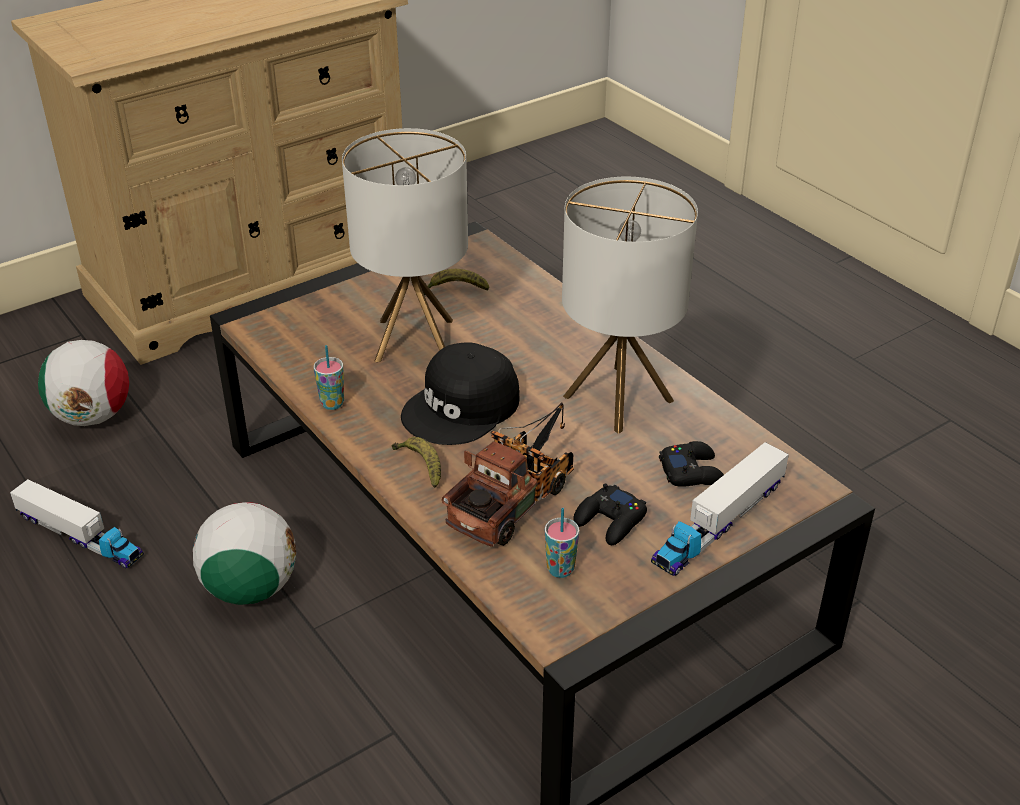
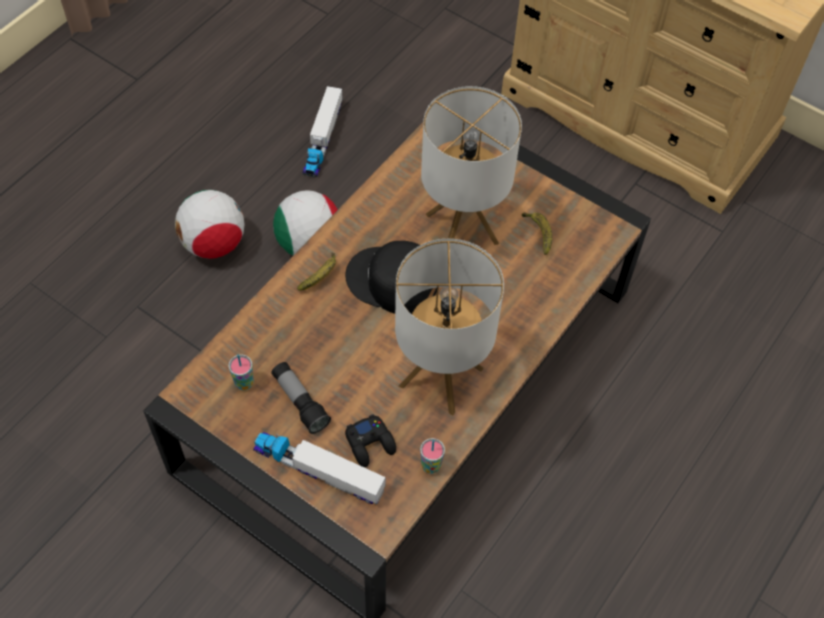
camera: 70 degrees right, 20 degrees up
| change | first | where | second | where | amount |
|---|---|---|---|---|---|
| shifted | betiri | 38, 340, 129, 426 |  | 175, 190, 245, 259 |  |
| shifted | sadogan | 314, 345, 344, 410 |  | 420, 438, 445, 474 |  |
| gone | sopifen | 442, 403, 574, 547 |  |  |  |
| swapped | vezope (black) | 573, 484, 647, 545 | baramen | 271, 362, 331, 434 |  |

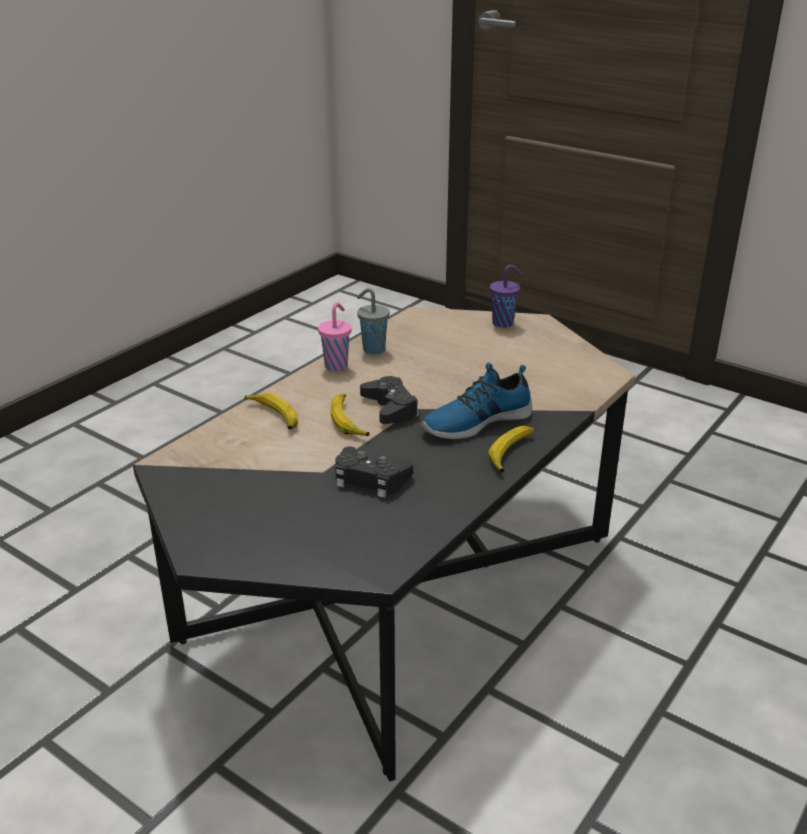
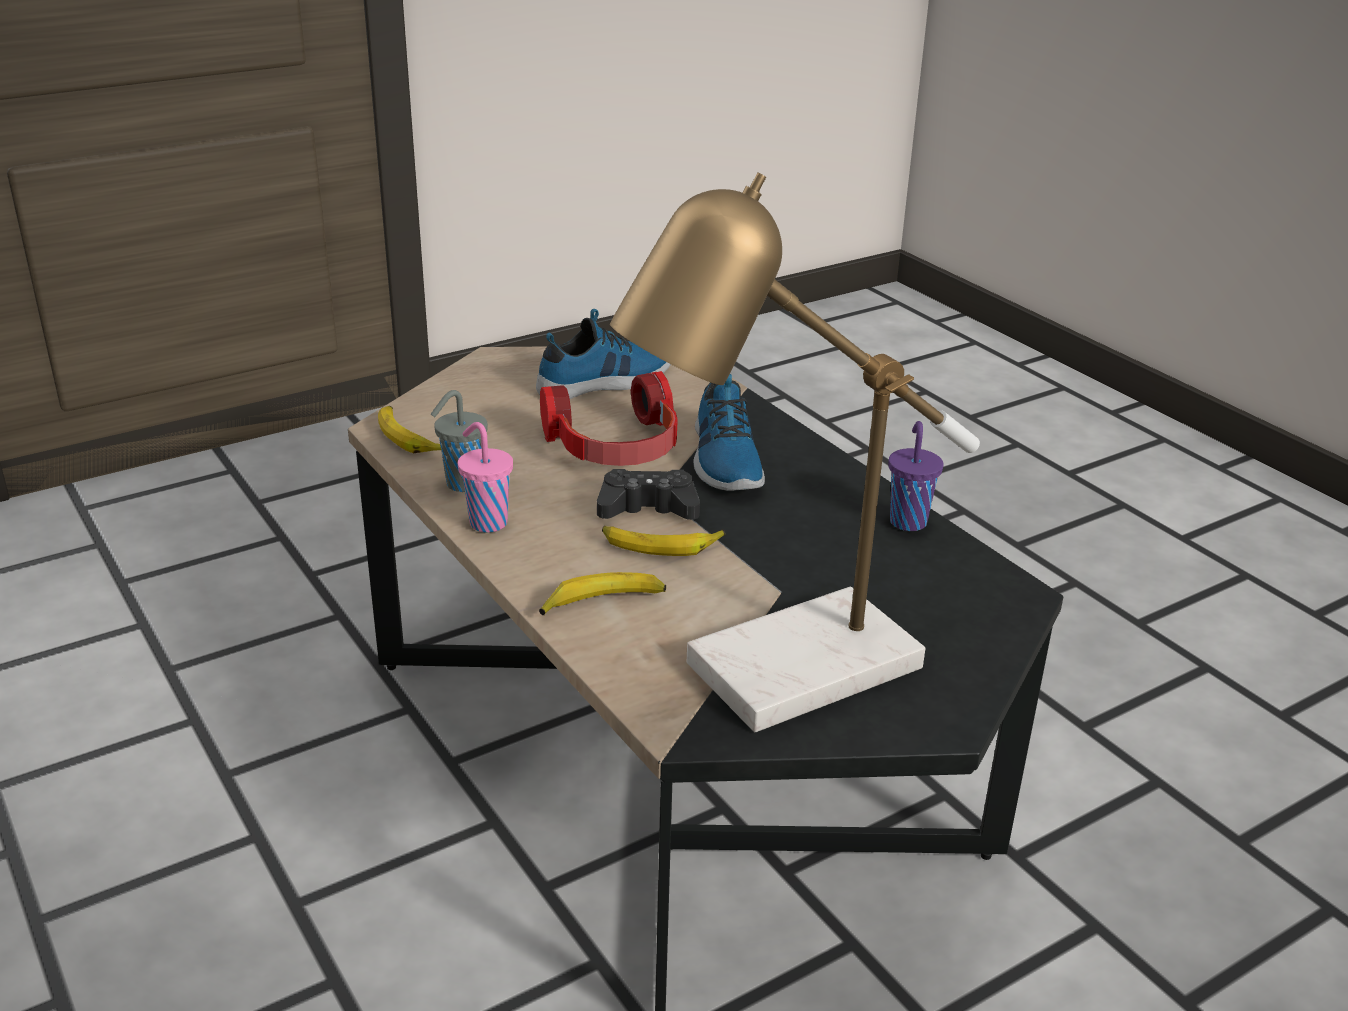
camera: 70 degrees left, 0 degrees up
| change | first | where | second | where | amount |
|---|---|---|---|---|---|
| gone | vezope (black) | 335, 447, 413, 498 |  |  |  |
| shifted | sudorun | 488, 425, 535, 473 |  | 378, 406, 441, 453 |  |
| shifted | sadogan (purple) | 490, 265, 523, 328 |  | 888, 421, 944, 531 |  |
| new |  |  | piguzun | 536, 309, 671, 399 |  |
| new |  |  | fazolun | 540, 371, 678, 466 |  |
| new |  |  | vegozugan | 610, 173, 980, 732 |  |

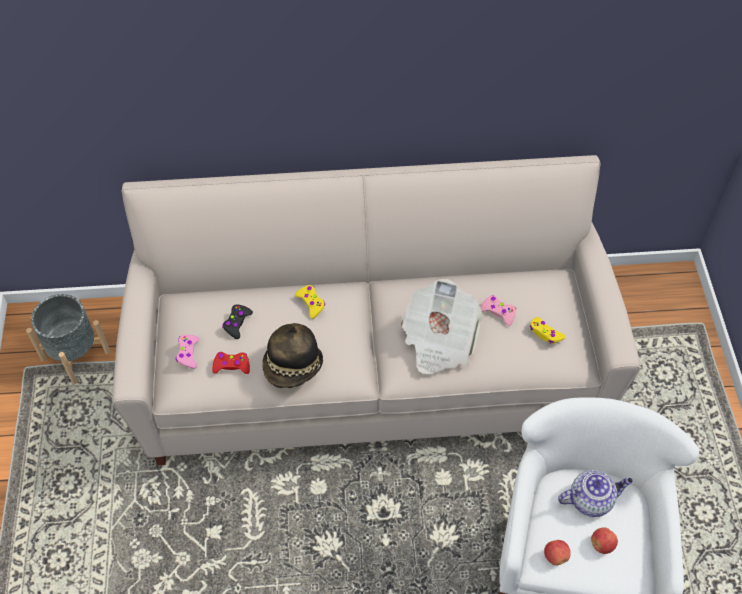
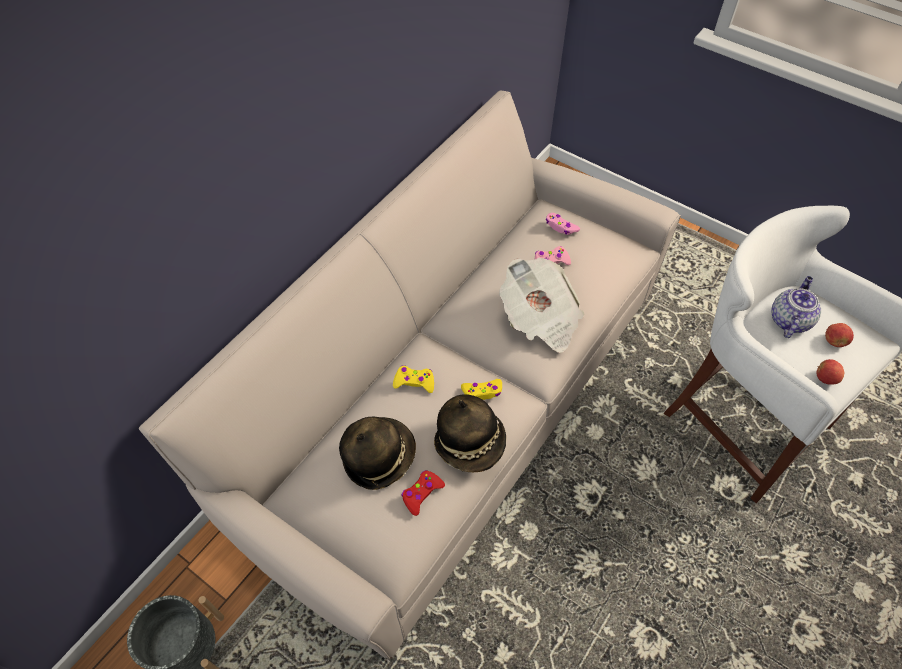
camera: 50 degrees left, 0 degrees up
| change | first | where | second | where | amount |
|---|---|---|---|---|---|
| shifted | vezope (pink) | 176, 335, 200, 369 |  | 546, 213, 580, 235 |  |
| swapped | vezope (black) | 222, 304, 253, 339 | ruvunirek | 339, 417, 416, 490 |  |
| shifted | vezope (yellow) | 530, 317, 566, 344 |  | 461, 379, 502, 400 |  |

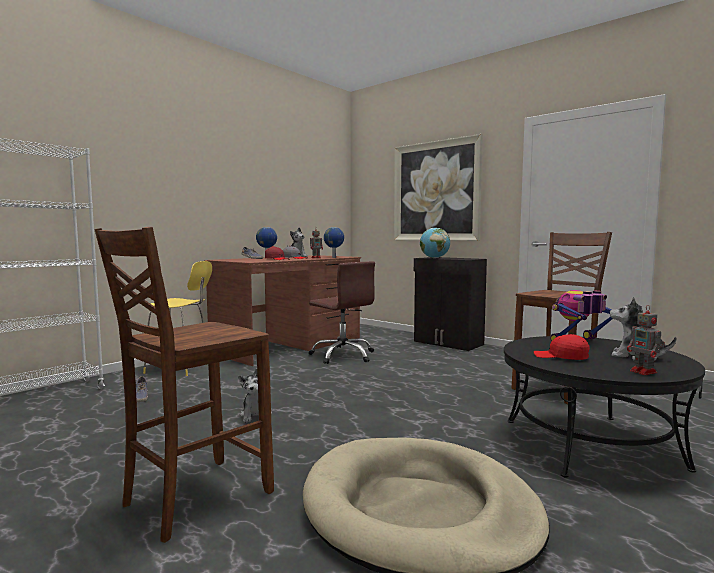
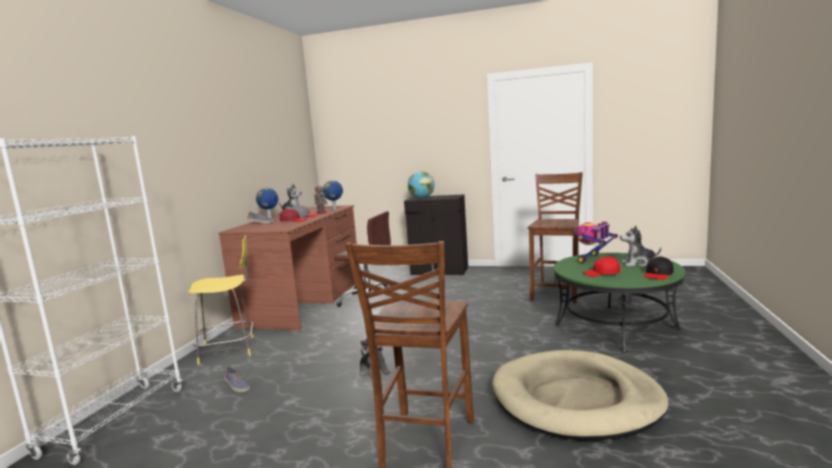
camera: 25 degrees left, 5 degrees up
| change | first | where | second | where | amount |
|---|---|---|---|---|---|
| gone | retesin | 394, 134, 483, 241 |  |  |  |
| repainted | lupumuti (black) | 504, 336, 705, 478 | lupumuti (green) | 554, 253, 685, 353 |  |
| swapped | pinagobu | 627, 305, 665, 375 | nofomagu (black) | 644, 256, 673, 280 |  |

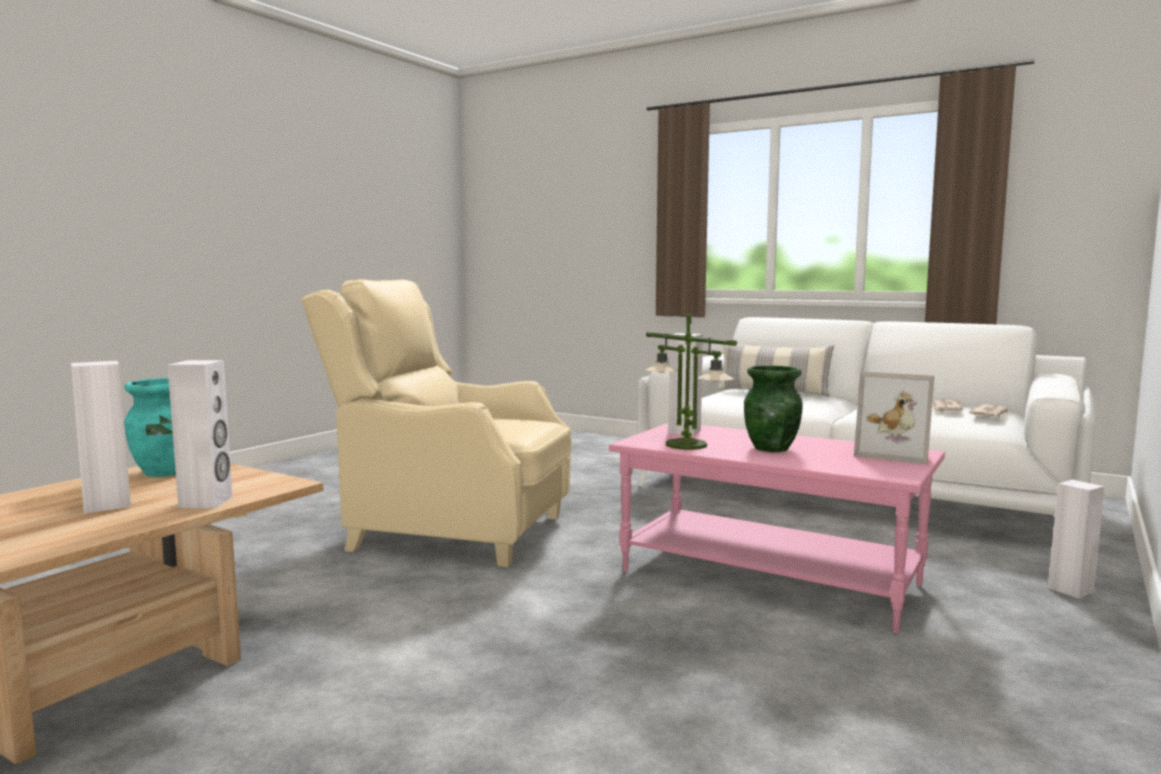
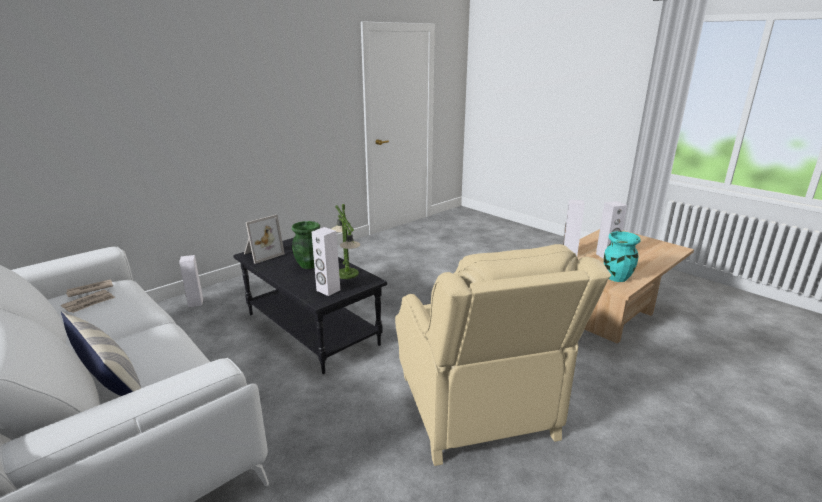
camera: 165 degrees left, 15 degrees up
| change | first | where | second | where | amount |
|---|---|---|---|---|---|
| rotated | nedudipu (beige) | 300, 279, 572, 567 |  | 395, 244, 611, 466 | 45 degrees clockwise |
| repainted | lupumuti (pink) | 609, 423, 945, 634 | lupumuti (black) | 233, 238, 387, 374 |  |
| rotated | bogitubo | 854, 371, 934, 465 |  | 244, 214, 285, 264 | 90 degrees clockwise |

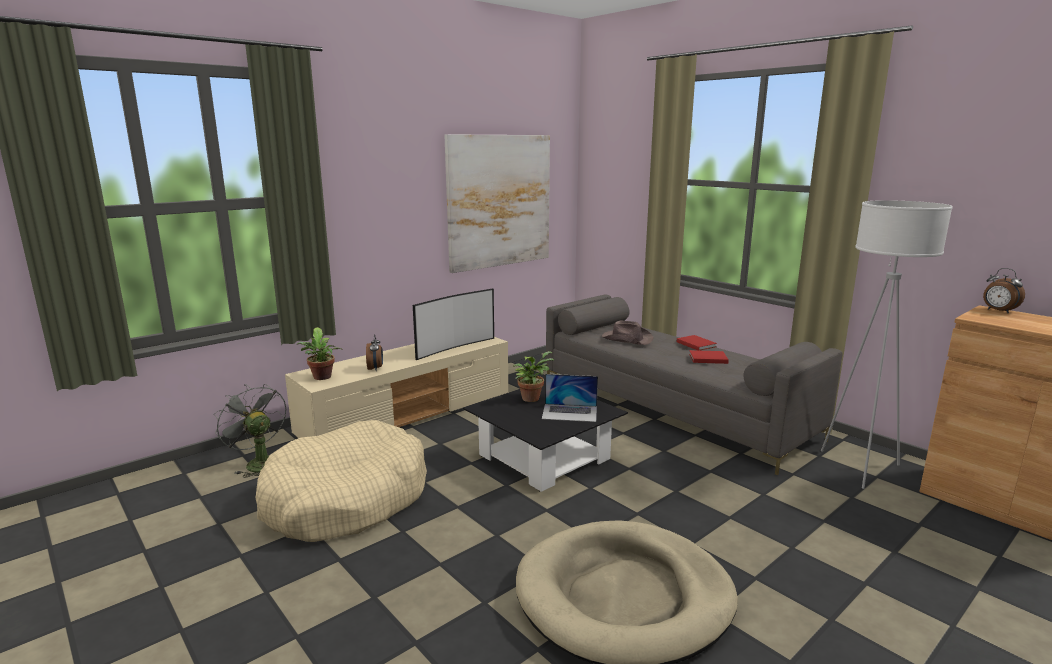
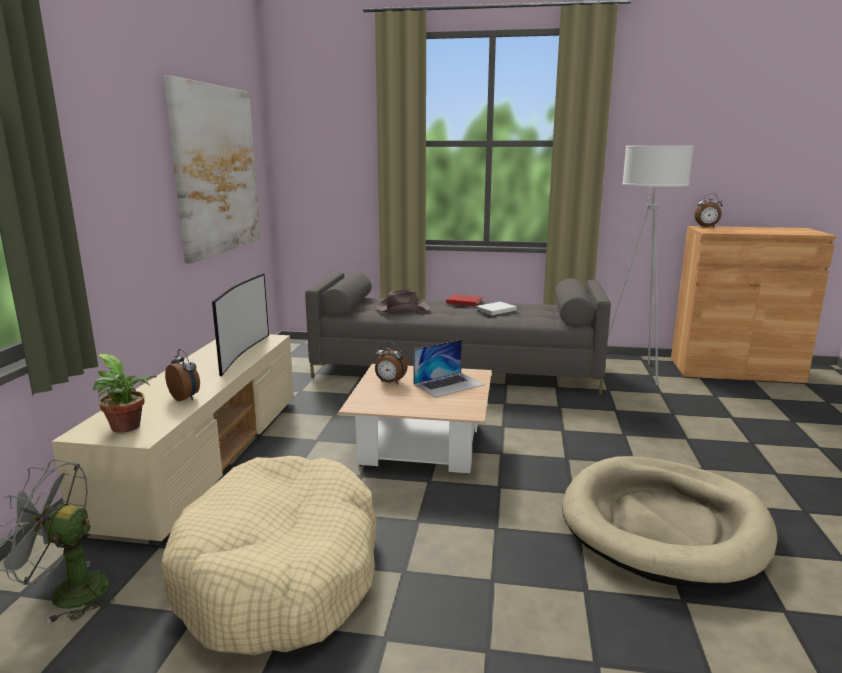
camera: 40 degrees left, 0 degrees up
| change | first | where | second | where | amount |
|---|---|---|---|---|---|
| repainted | lupumuti (black) | 463, 381, 628, 492 | lupumuti (beige) | 339, 364, 492, 474 |  |
| swapped | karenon | 513, 351, 554, 402 | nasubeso | 375, 342, 407, 384 |  |
| repainted | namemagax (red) | 689, 350, 729, 364 | namemagax (white) | 476, 302, 517, 315 |  |

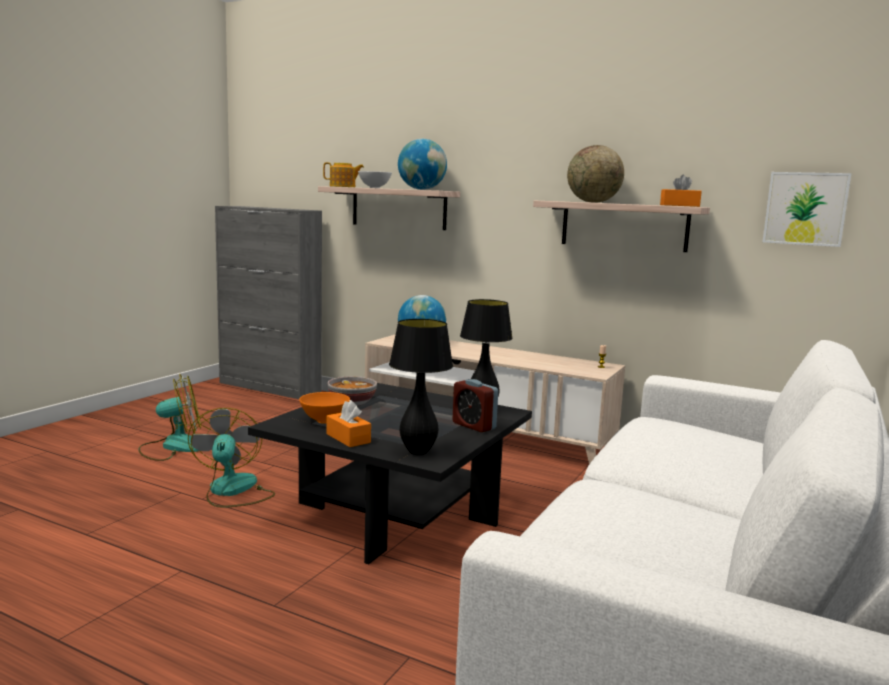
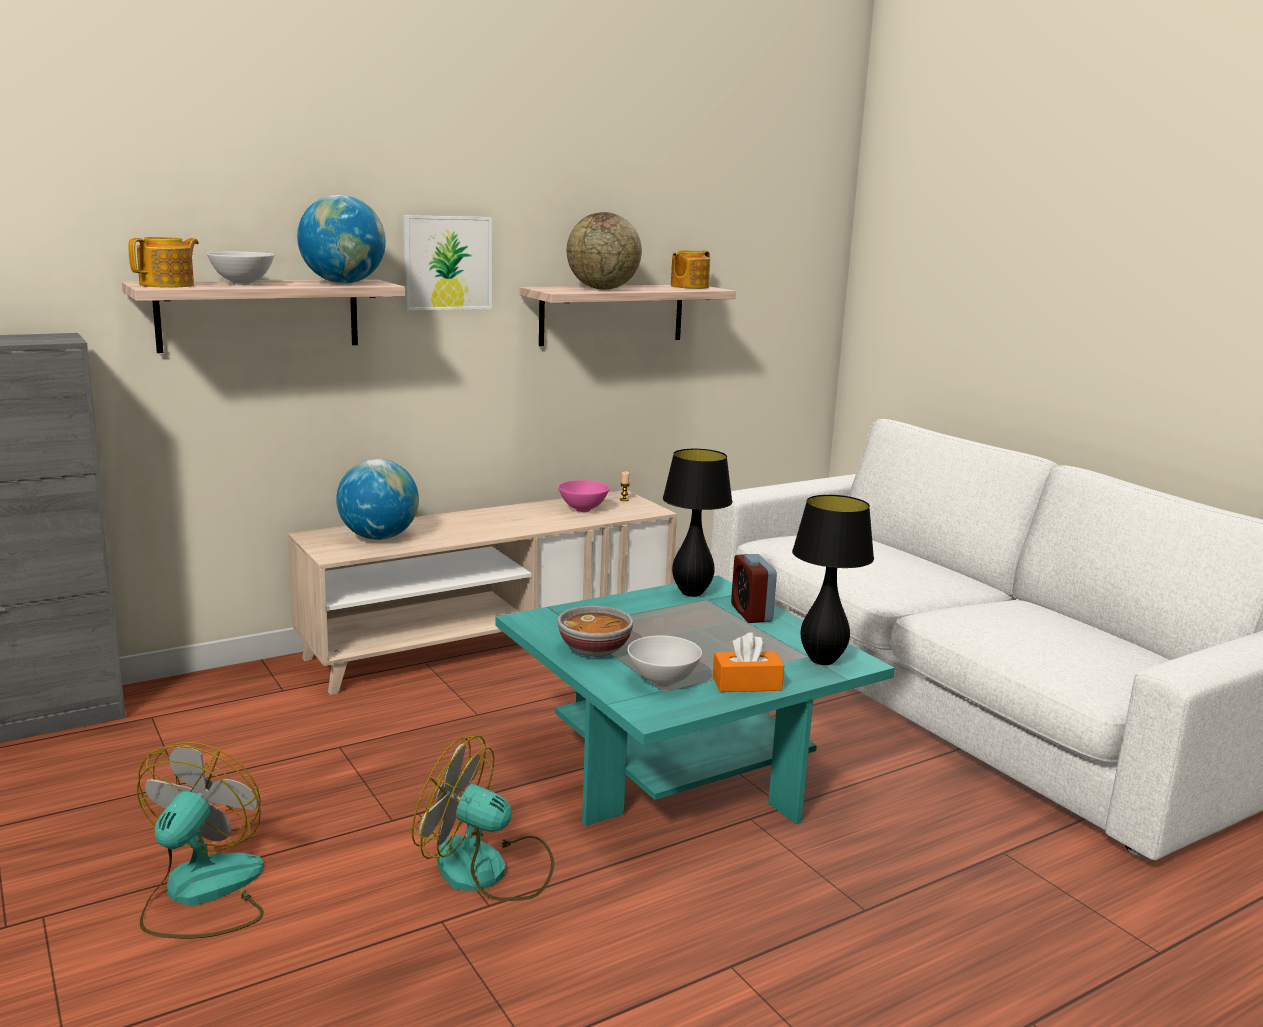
camera: 60 degrees left, 5 degrees up
| change | first | where | second | where | amount |
|---|---|---|---|---|---|
| repainted | lupumuti (black) | 248, 383, 532, 564 | lupumuti (turquoise) | 495, 576, 895, 826 |  |
| repainted | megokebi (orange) | 299, 392, 350, 424 | megokebi (white) | 627, 635, 702, 687 |  |
| rotated | nasubeso | 452, 379, 498, 432 |  | 731, 554, 777, 623 | 90 degrees clockwise |
| swapped | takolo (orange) | 660, 175, 702, 207 | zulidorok | 671, 250, 710, 289 |  |
| shifted | retesin | 763, 172, 852, 247 |  | 404, 215, 492, 311 |  |
| new |  |  | megokebi (pink) | 558, 480, 609, 512 |  |

